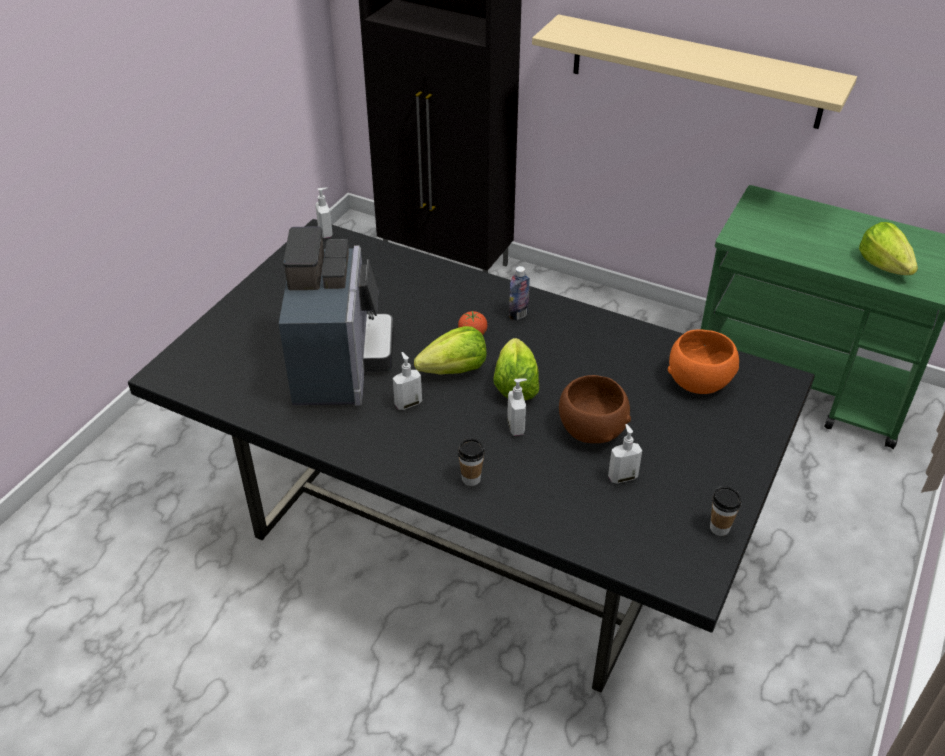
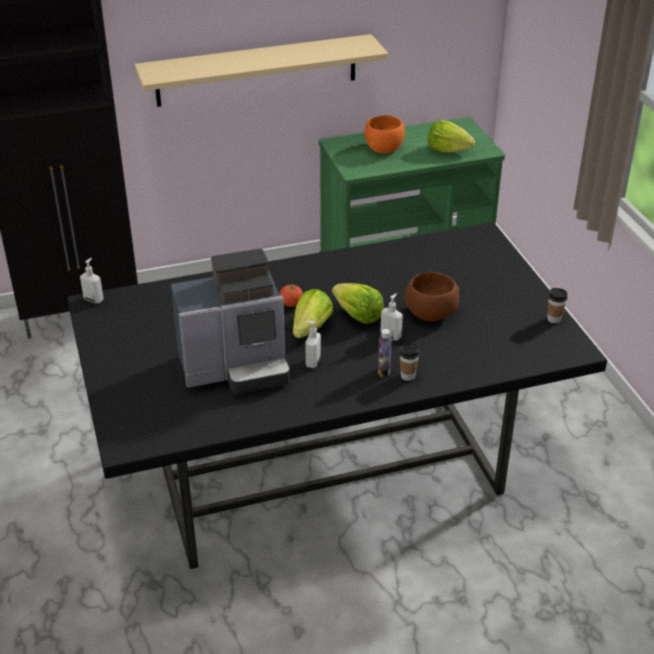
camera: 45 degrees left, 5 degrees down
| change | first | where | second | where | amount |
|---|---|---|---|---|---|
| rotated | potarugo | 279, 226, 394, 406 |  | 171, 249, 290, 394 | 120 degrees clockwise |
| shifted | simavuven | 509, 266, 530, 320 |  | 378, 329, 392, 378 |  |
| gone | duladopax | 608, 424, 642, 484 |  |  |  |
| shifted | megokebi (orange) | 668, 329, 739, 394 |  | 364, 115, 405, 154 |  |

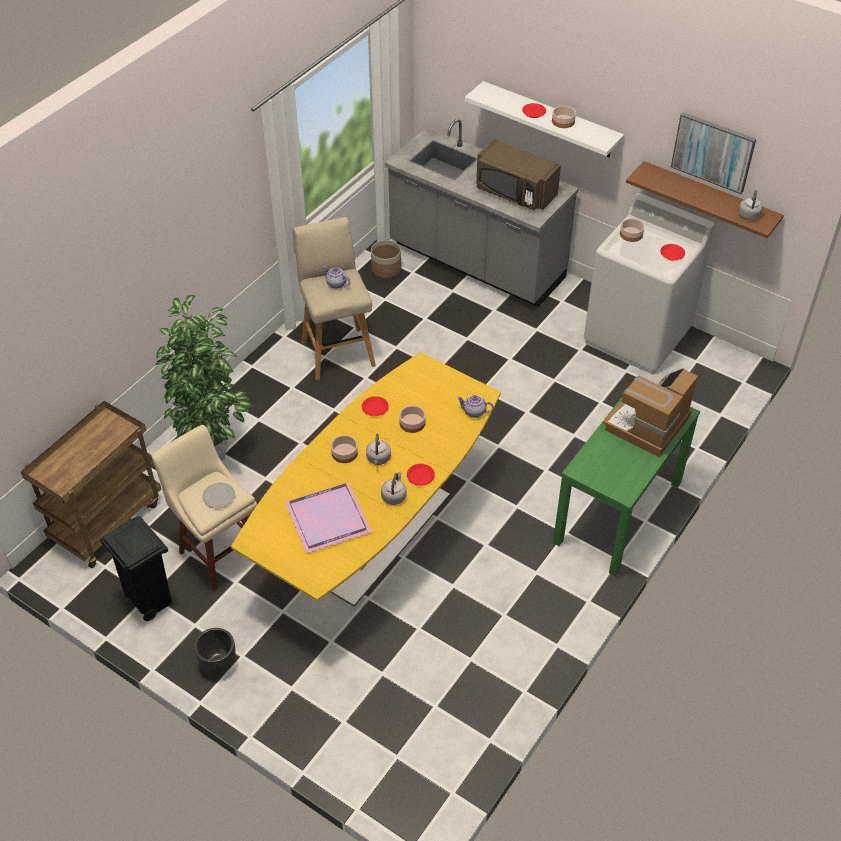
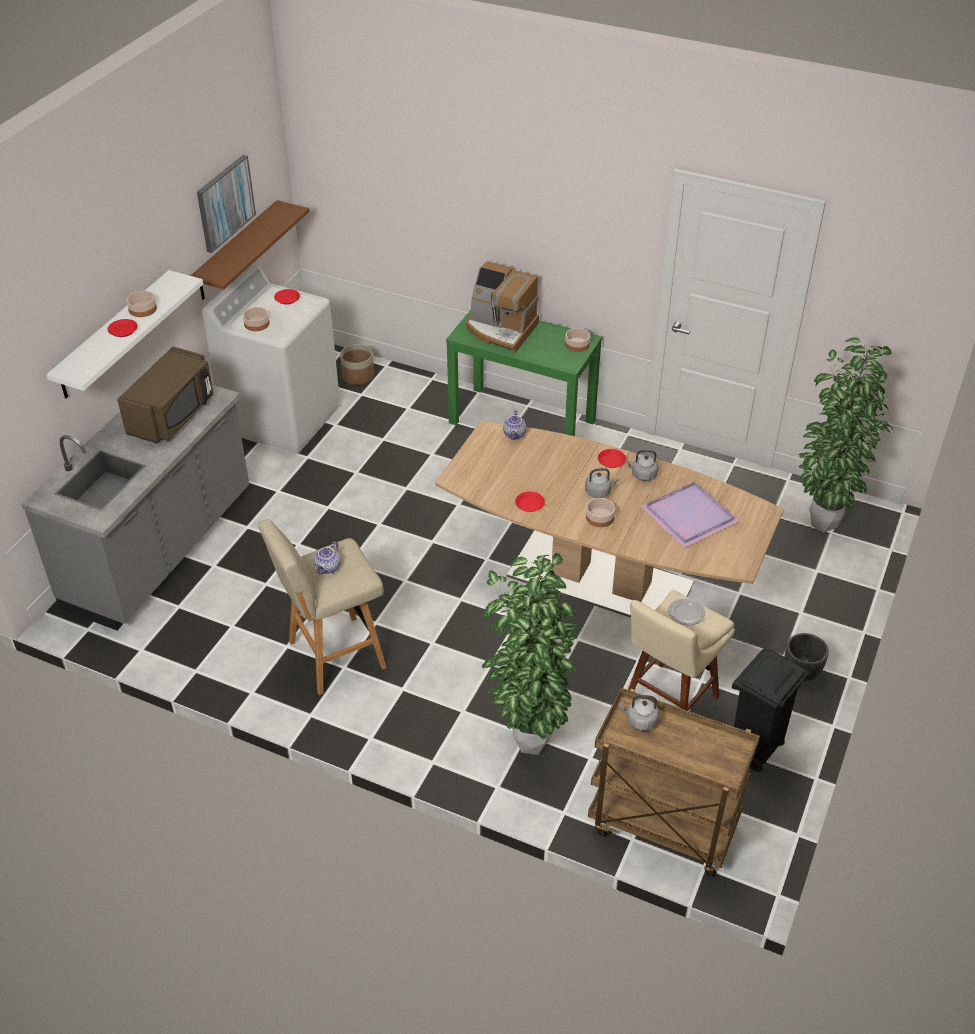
camera: 100 degrees left, 5 degrees down
| change | first | where | second | where | amount |
|---|---|---|---|---|---|
| repainted | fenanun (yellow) | 231, 352, 501, 607 | fenanun (brown) | 435, 421, 784, 618 |  |
| shifted | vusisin | 371, 240, 401, 278 |  | 340, 344, 374, 385 |  |
| shifted | megokebi | 399, 406, 425, 433 |  | 565, 328, 590, 352 |  |
| shifted | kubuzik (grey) | 738, 190, 763, 220 |  | 619, 695, 659, 731 |  |
| new |  |  | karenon | 798, 337, 894, 532 |  |

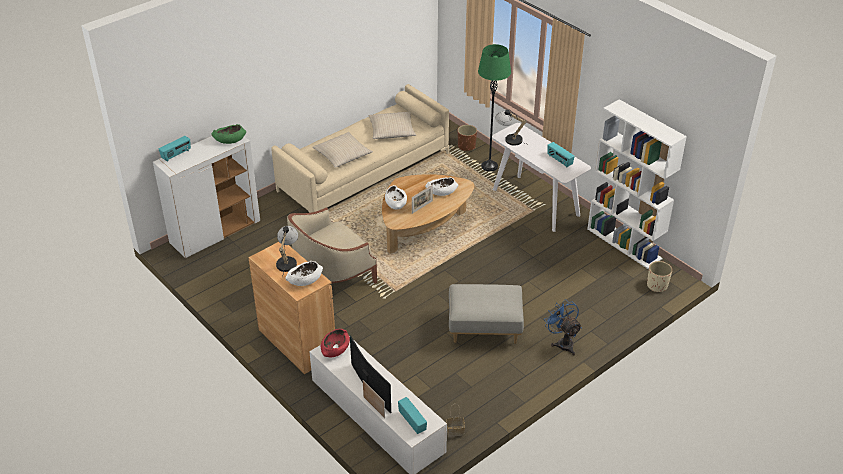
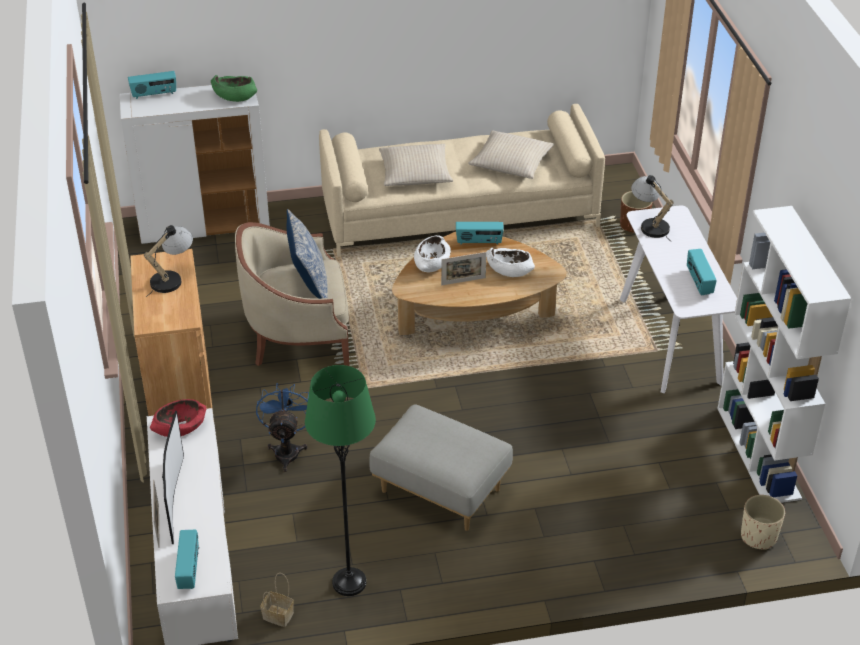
camera: 30 degrees right, 0 degrees up
| change | first | where | second | where | amount |
|---|---|---|---|---|---|
| gone | megokebi (white) | 285, 261, 323, 286 |  |  |  |
| shifted | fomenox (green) | 478, 44, 511, 171 |  | 305, 365, 376, 596 |  |
| shifted | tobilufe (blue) | 544, 299, 582, 355 |  | 256, 383, 309, 472 |  |
| new |  |  | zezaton | 287, 209, 328, 299 |  |
| new |  |  | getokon | 456, 222, 504, 245 |  |

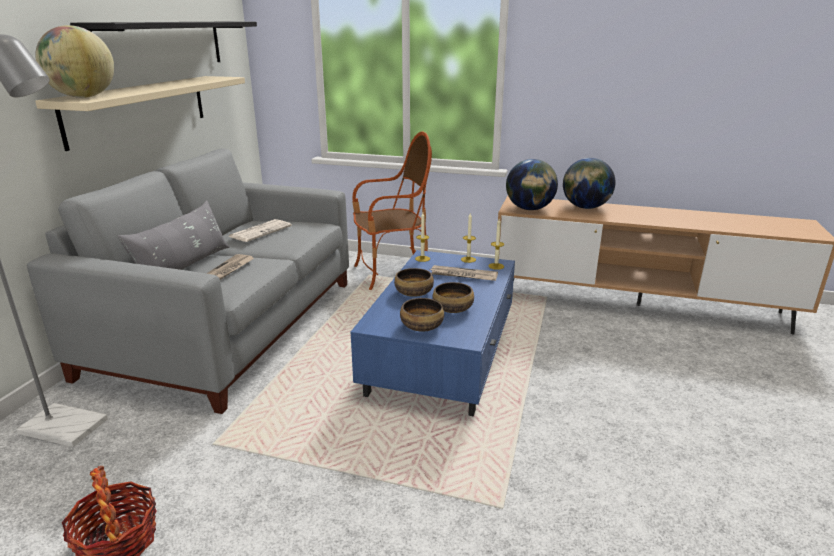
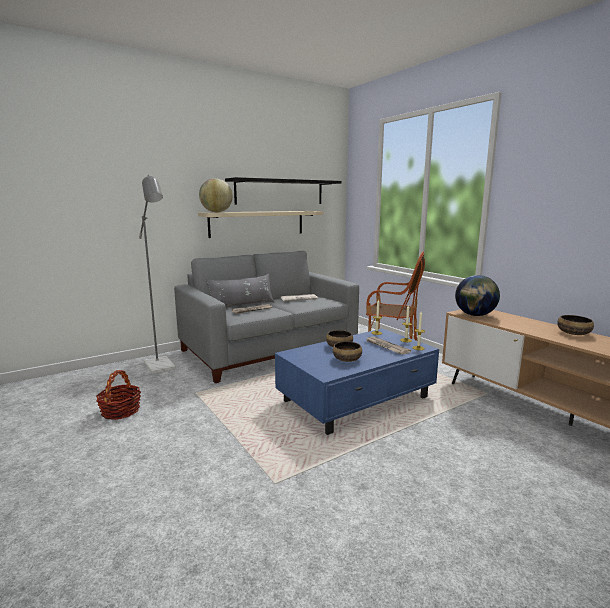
camera: 40 degrees right, 10 degrees down
| change | first | where | second | where | amount |
|---|---|---|---|---|---|
| shifted | megokebi | 400, 298, 444, 332 |  | 557, 315, 594, 335 |  |
| gone | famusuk | 563, 158, 616, 209 |  |  |  |

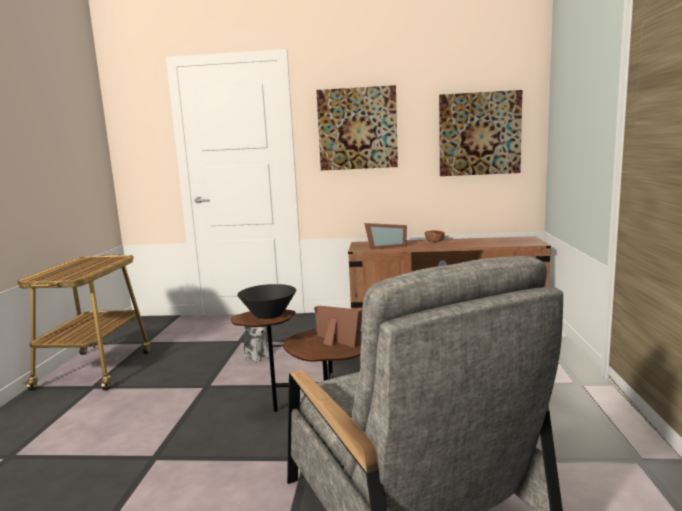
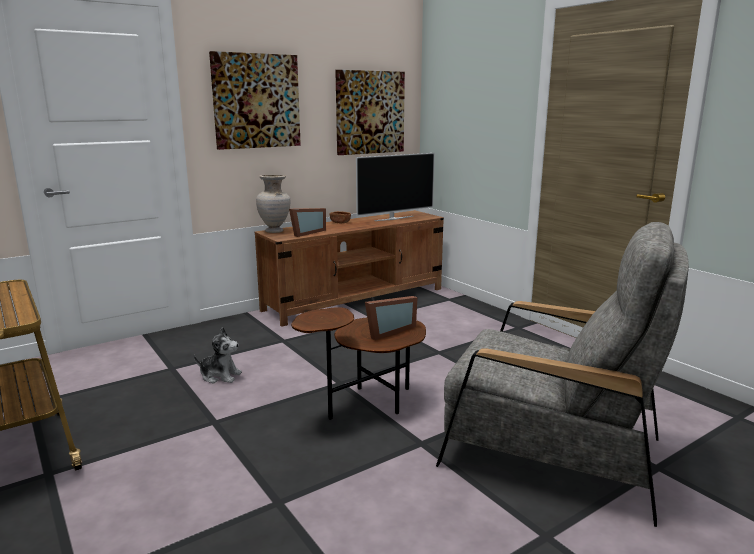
camera: 40 degrees left, 5 degrees up
| change | first | where | second | where | amount |
|---|---|---|---|---|---|
| gone | megokebi (black) | 237, 284, 296, 319 |  |  |  |
| rotated | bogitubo | 315, 306, 362, 348 |  | 365, 296, 418, 340 | 135 degrees clockwise |
| new |  |  | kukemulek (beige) | 256, 175, 290, 233 |  |
| new |  |  | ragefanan | 356, 153, 435, 221 |  |

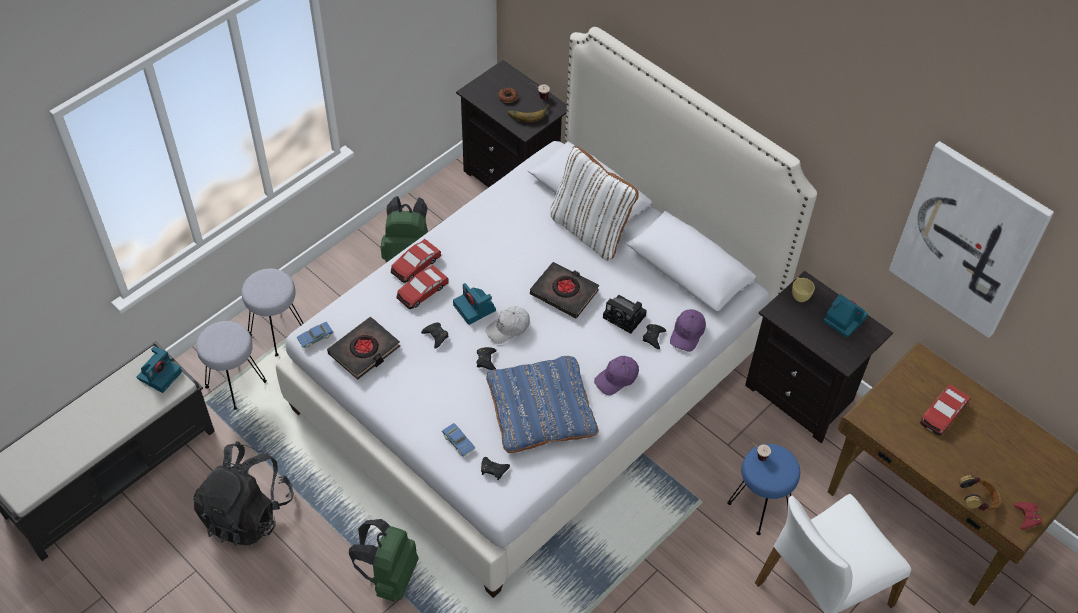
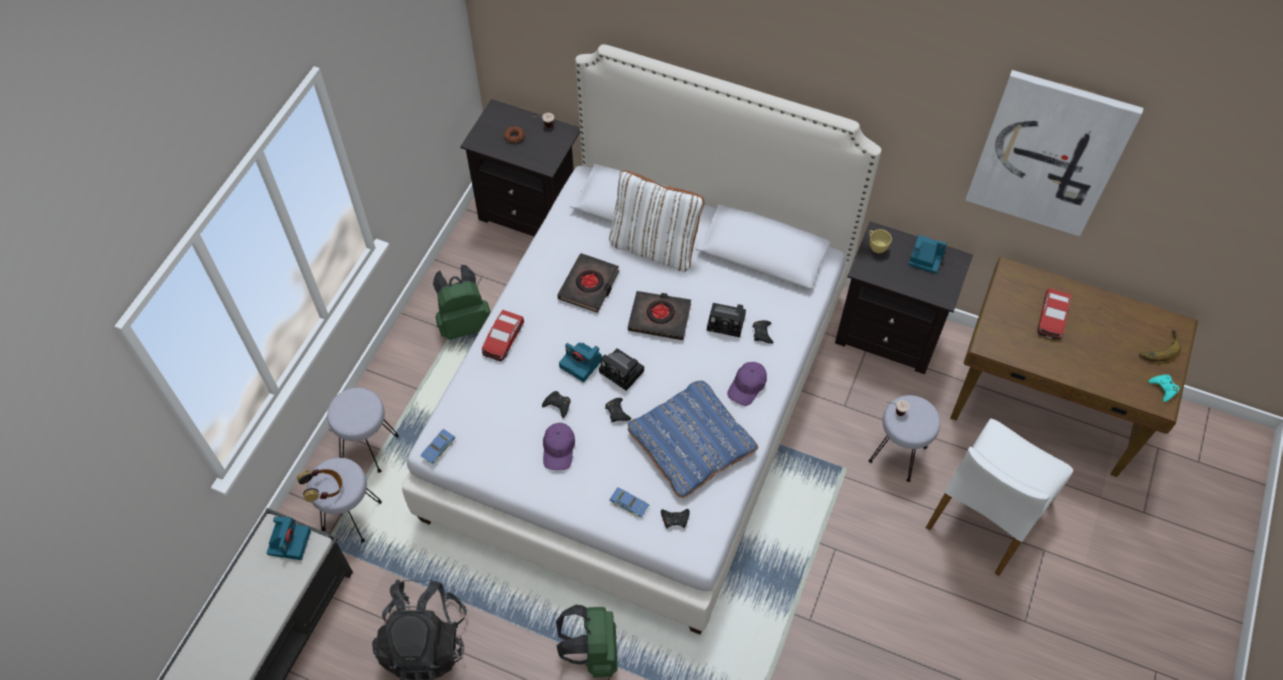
camera: 20 degrees left, 5 degrees up
| change | first | where | second | where | amount |
|---|---|---|---|---|---|
| shifted | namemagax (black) | 327, 317, 400, 380 |  | 557, 253, 620, 313 |  |
| gone | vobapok | 397, 265, 449, 309 |  |  |  |
| swapped | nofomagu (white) | 486, 306, 530, 344 | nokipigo | 599, 348, 644, 391 |  |
| shifted | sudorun | 508, 104, 549, 122 |  | 1139, 330, 1181, 361 |  |
| shifted | nofomagu (purple) | 670, 309, 706, 352 |  | 543, 423, 575, 470 |  |
| repainted | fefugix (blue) | 727, 444, 800, 535 | fefugix (grey) | 869, 395, 940, 482 |  |
| shifted | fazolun | 959, 475, 1001, 511 |  | 297, 469, 342, 501 |  |
| repainted | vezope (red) | 1014, 502, 1042, 529 | vezope (turquoise) | 1148, 374, 1180, 402 |  |

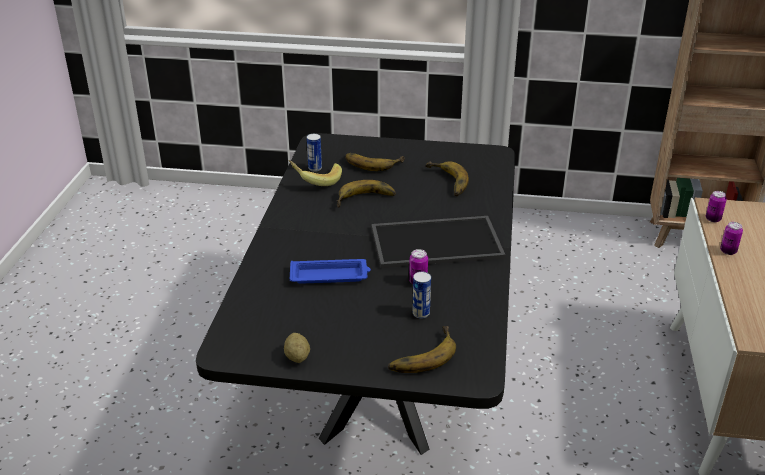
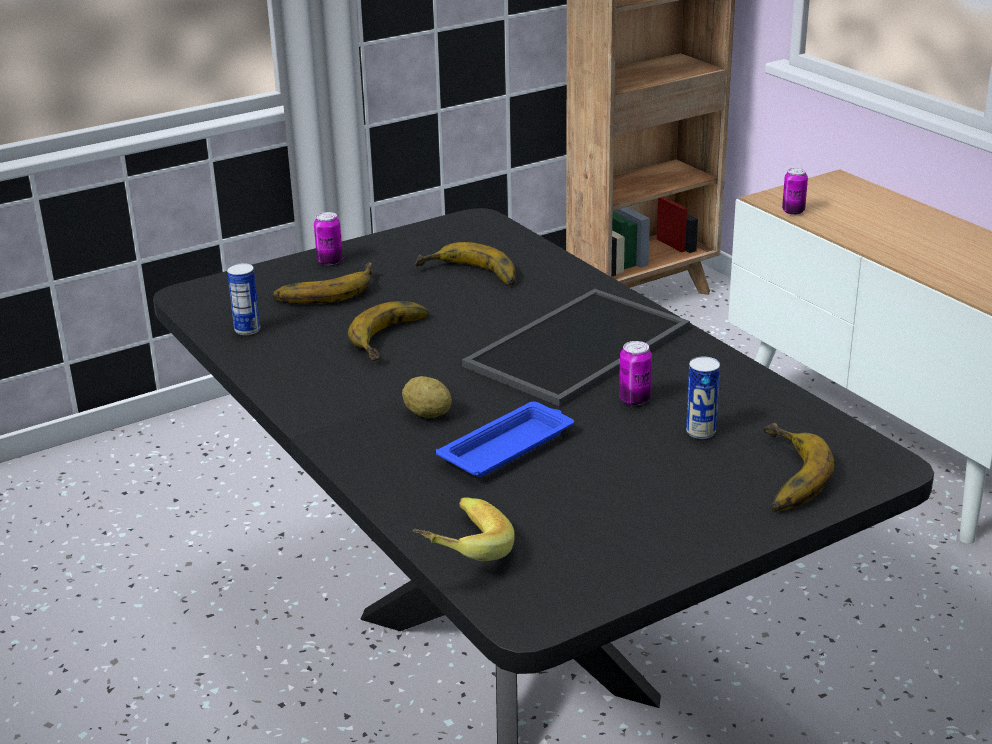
camera: 40 degrees left, 5 degrees down
| change | first | where | second | where | amount |
|---|---|---|---|---|---|
| shifted | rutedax | 284, 333, 310, 363 |  | 402, 376, 452, 418 |  |
| shifted | sudorun | 288, 160, 342, 186 |  | 412, 497, 515, 561 |  |
| shifted | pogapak | 720, 222, 743, 255 |  | 314, 212, 343, 265 |  |

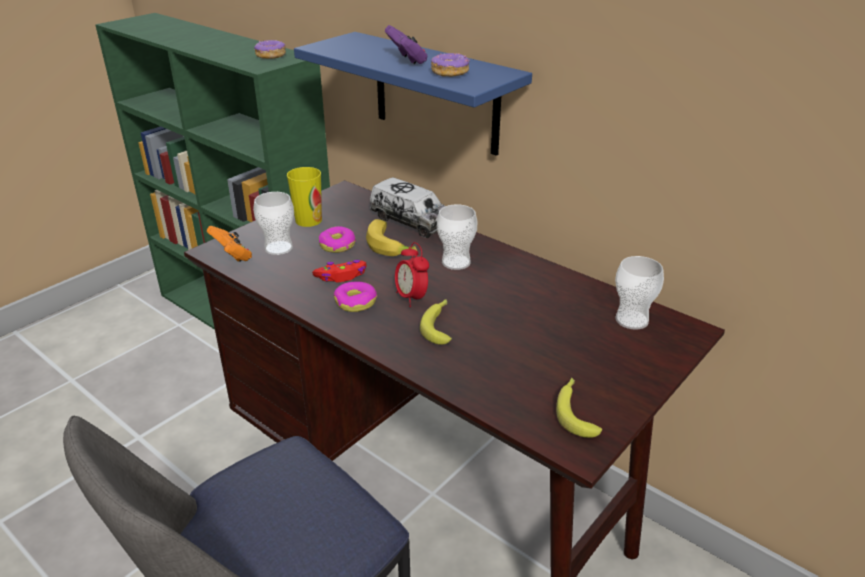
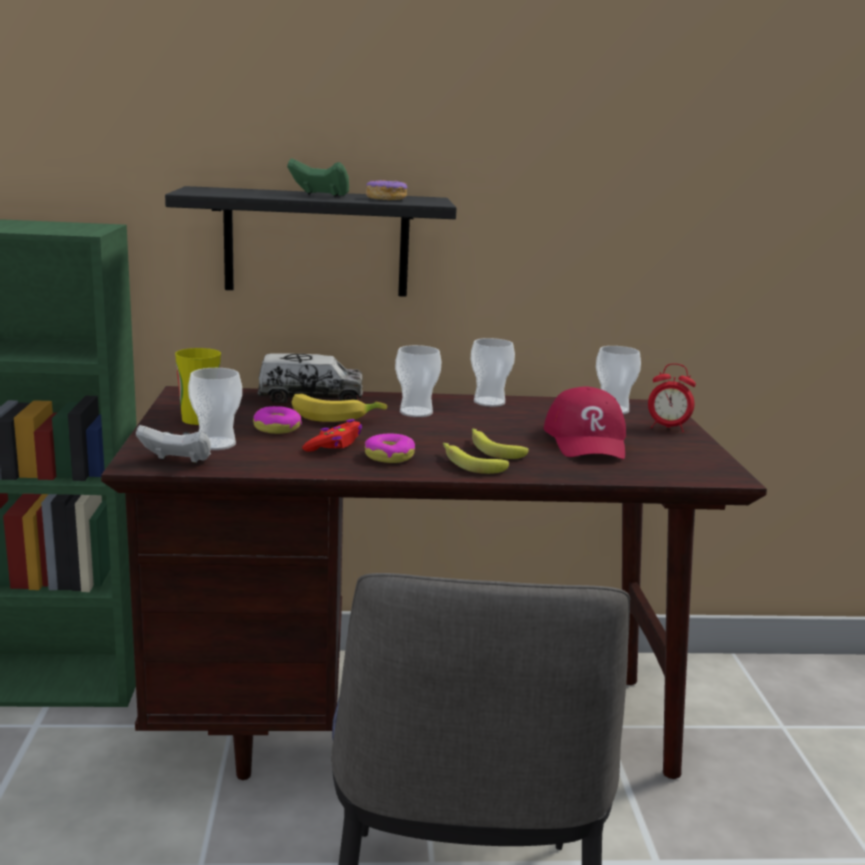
camera: 45 degrees left, 15 degrees down
| change | first | where | second | where | amount |
|---|---|---|---|---|---|
| repainted | vezope (orange) | 207, 226, 252, 262 | vezope (white) | 136, 425, 211, 463 |  |
| gone | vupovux | 254, 40, 286, 59 |  |  |  |
| repainted | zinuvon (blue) | 294, 32, 532, 156 | zinuvon (black) | 165, 186, 457, 297 |  |
| repainted | vezope (purple) | 385, 25, 427, 64 | vezope (green) | 287, 158, 349, 197 |  |
| shifted | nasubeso | 395, 242, 429, 307 |  | 648, 363, 696, 432 |  |
| shifted | sudorun | 556, 377, 602, 438 |  | 443, 443, 509, 474 |  |
| new |  |  | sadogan | 471, 338, 515, 407 |  |
| new |  |  | nofomagu (red) | 544, 386, 626, 459 |  |

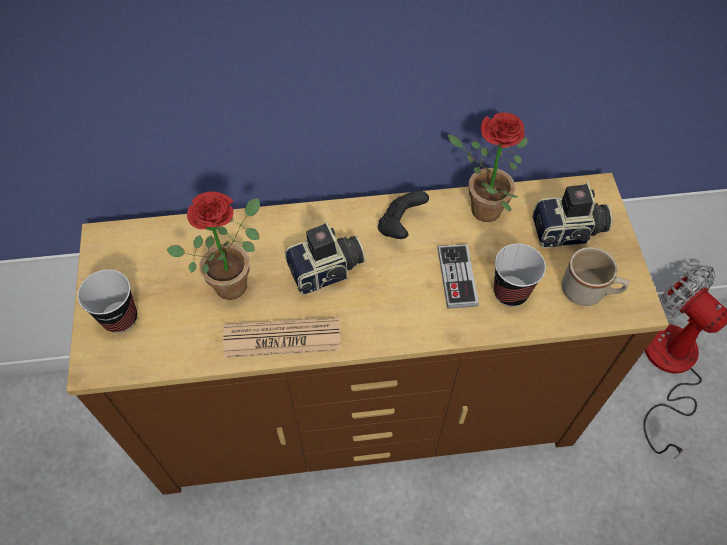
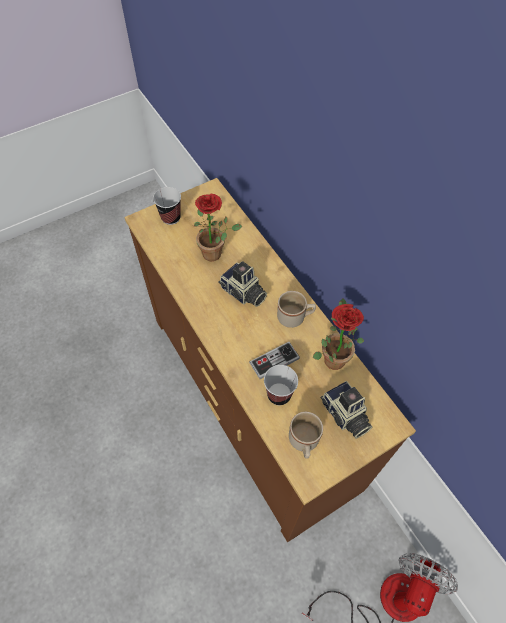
camera: 65 degrees right, 0 degrees up
| change | first | where | second | where | amount |
|---|---|---|---|---|---|
| gone | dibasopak | 223, 317, 341, 358 |  |  |  |
| swapped | vezope (black) | 378, 191, 429, 239 | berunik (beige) | 277, 291, 316, 328 |  |

